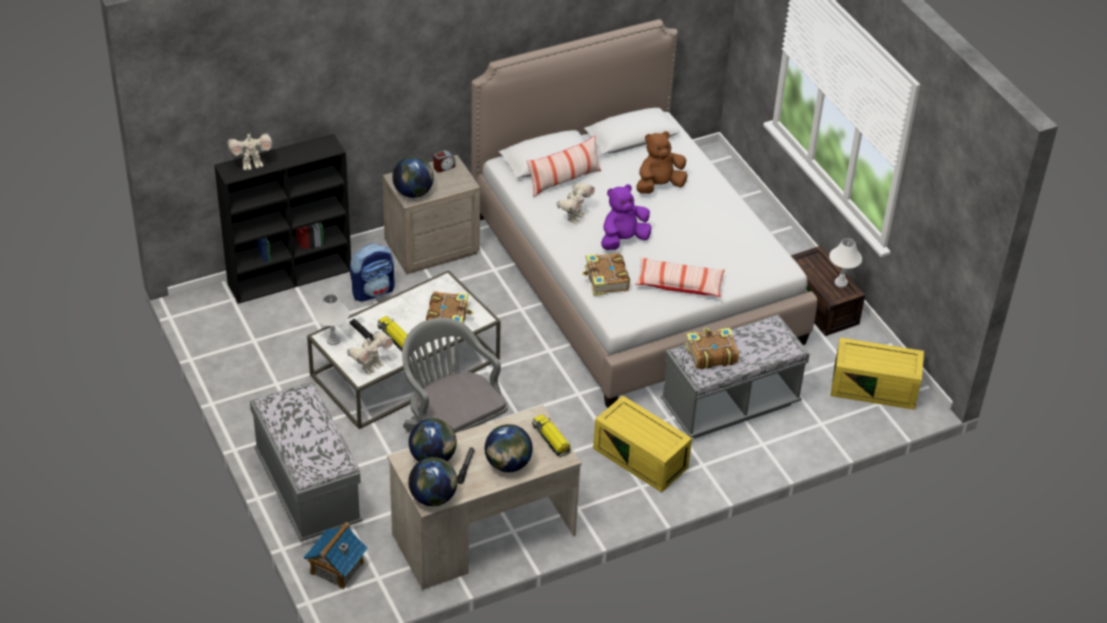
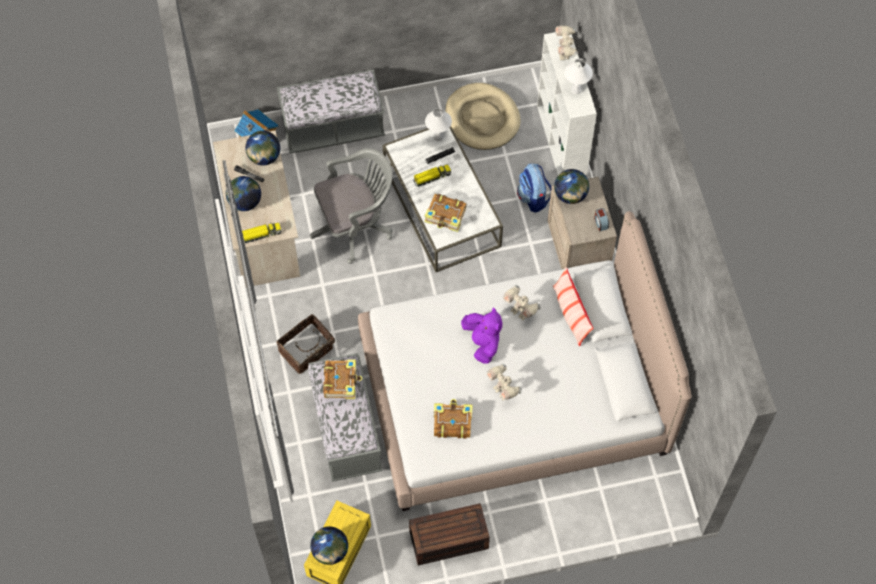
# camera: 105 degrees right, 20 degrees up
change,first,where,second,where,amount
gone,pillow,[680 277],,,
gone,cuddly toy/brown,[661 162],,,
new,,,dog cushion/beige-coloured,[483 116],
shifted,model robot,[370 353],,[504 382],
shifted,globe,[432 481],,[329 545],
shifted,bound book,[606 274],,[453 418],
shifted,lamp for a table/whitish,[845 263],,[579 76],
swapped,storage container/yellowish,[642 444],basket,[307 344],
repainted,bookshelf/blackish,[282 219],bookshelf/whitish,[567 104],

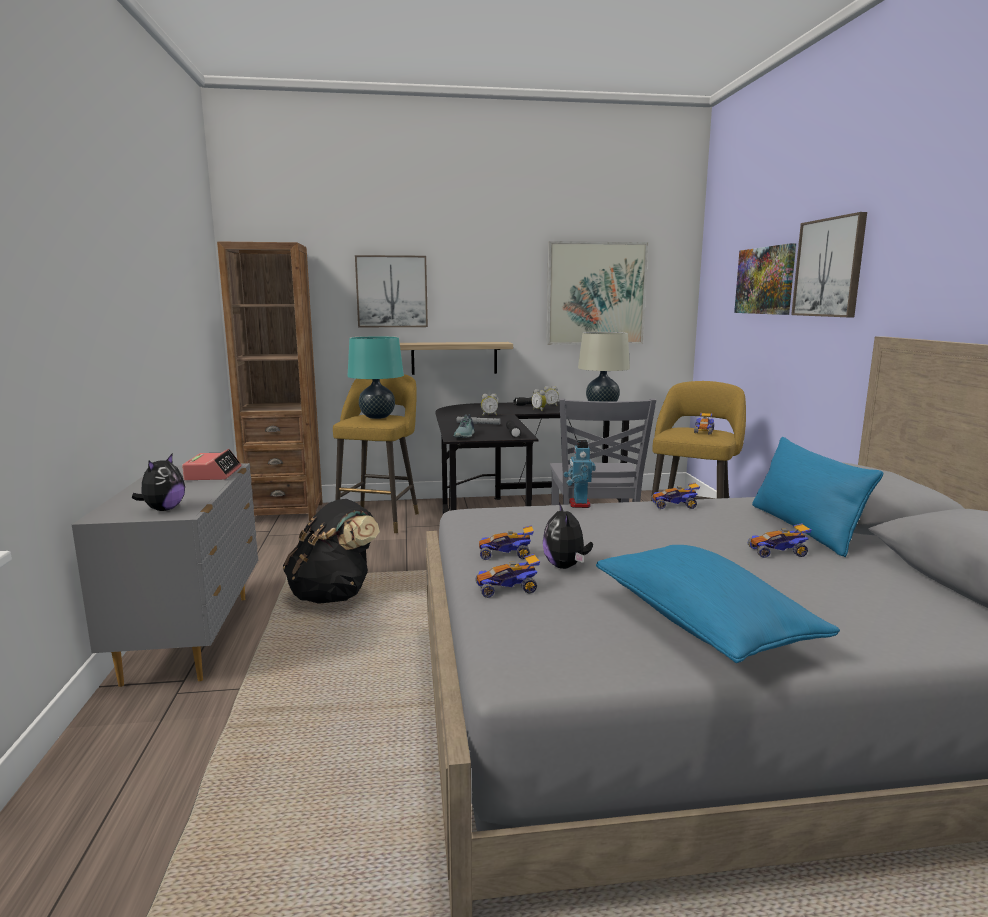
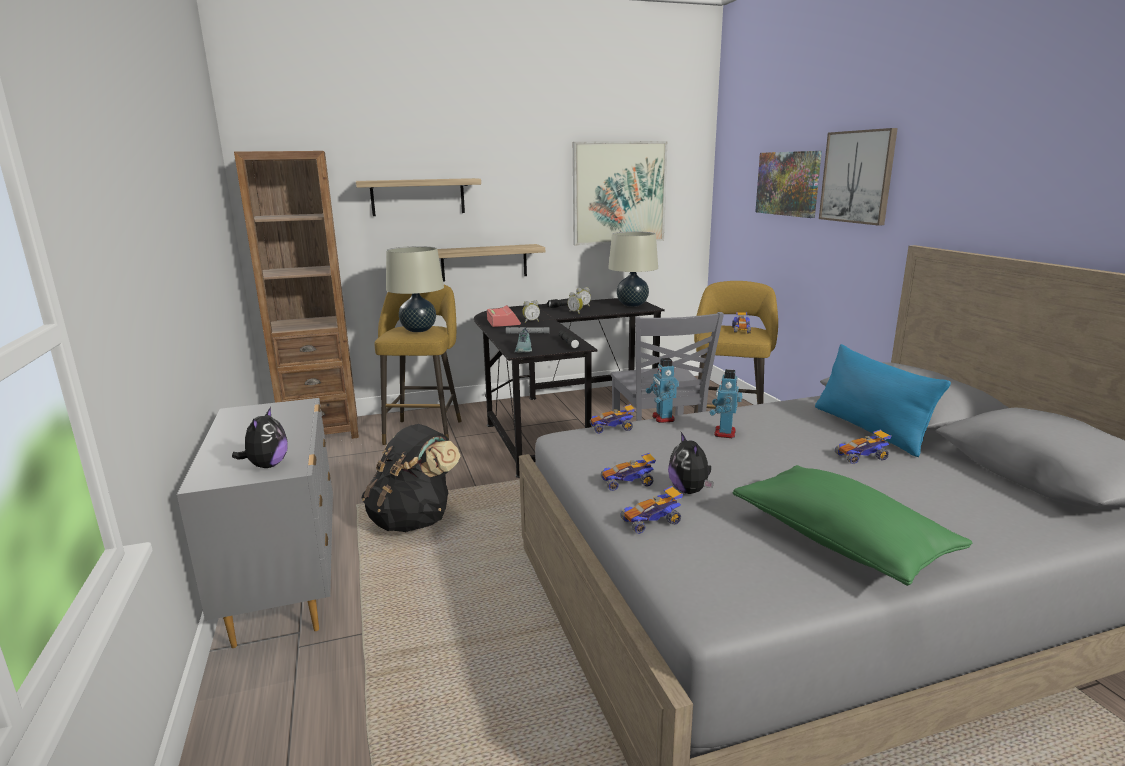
# camera: 10 degrees left, 5 degrees up
change,first,where,second,where,amount
new,,,model robot,[725 403],
shifted,table clock,[211 464],,[504 316],
shifted,miniature car,[675 496],,[612 419],
swapped,picture,[391 291],shelf,[418 197],
repainted,lamp for a table/turquoise,[375 377],lamp for a table/beige-coloured,[415 289],
repainted,pillow/blue-coloured,[718 604],pillow/greenish,[852 525],

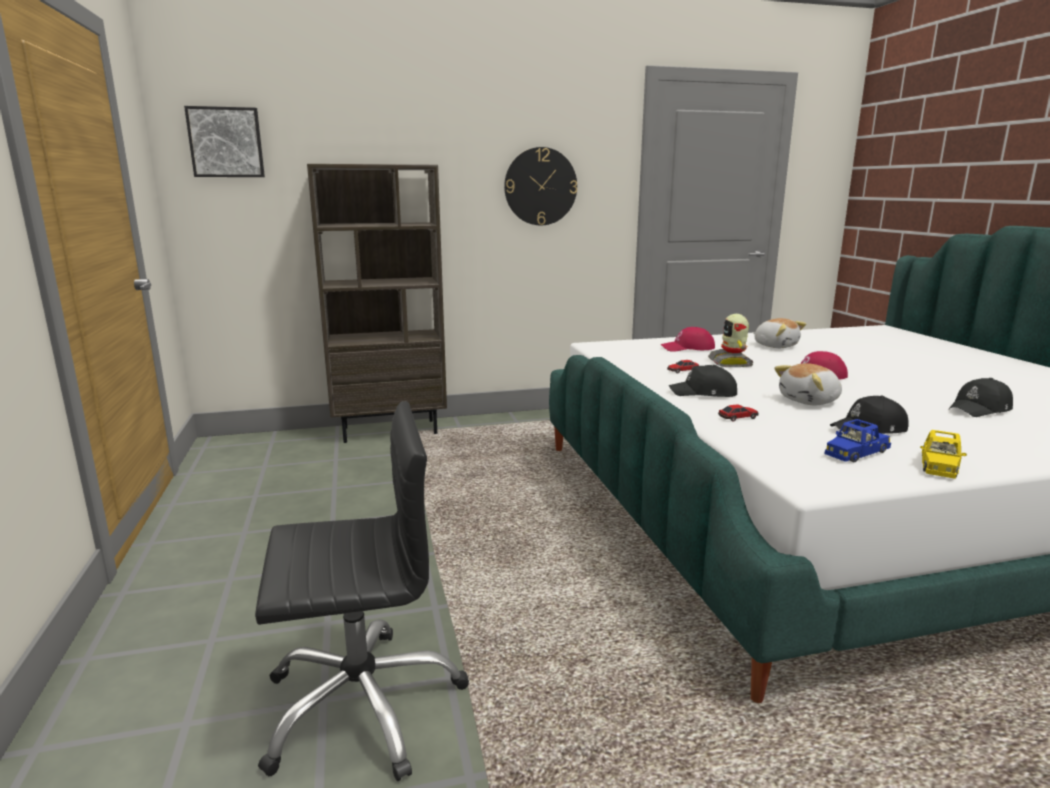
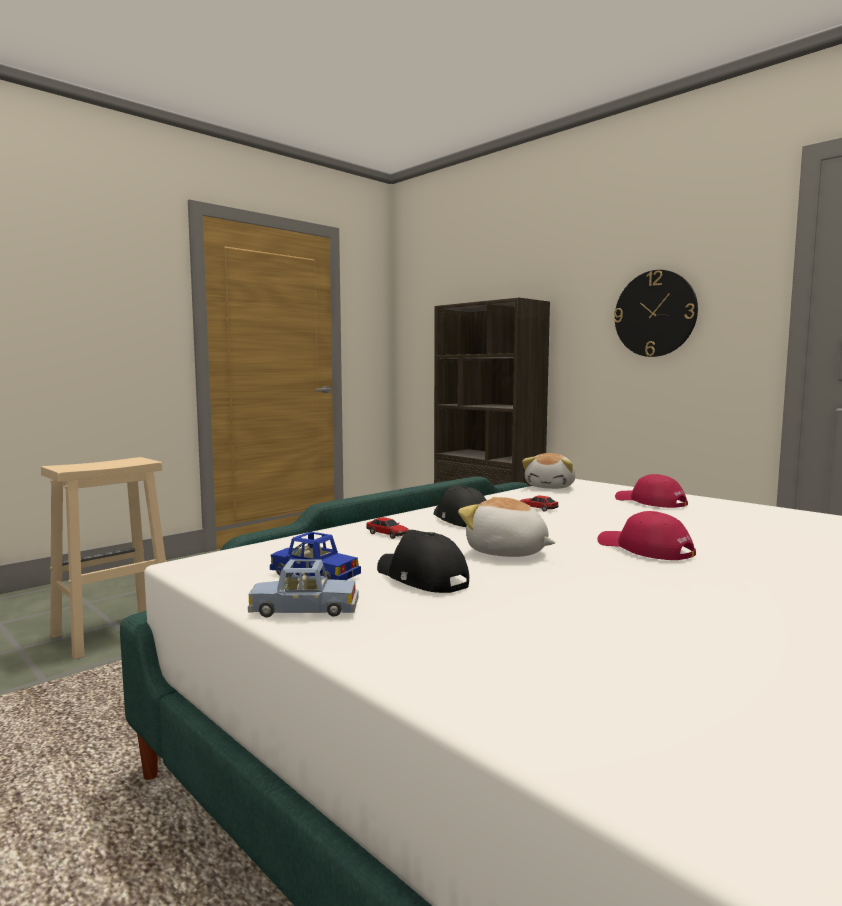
# camera: 60 degrees right, 10 degrees down
change,first,where,second,where,amount
gone,picture,[224 141],,,
gone,model robot,[730 340],,,
gone,cap/blackish,[980 397],,,
shifted,cuddly toy,[779 333],,[549 471],
swapped,office chair/blackish,[362 591],sitting stool/beige-coloured,[103 558],
repainted,miniature car/yellowish,[943 454],miniature car/blue-coloured,[303 588],

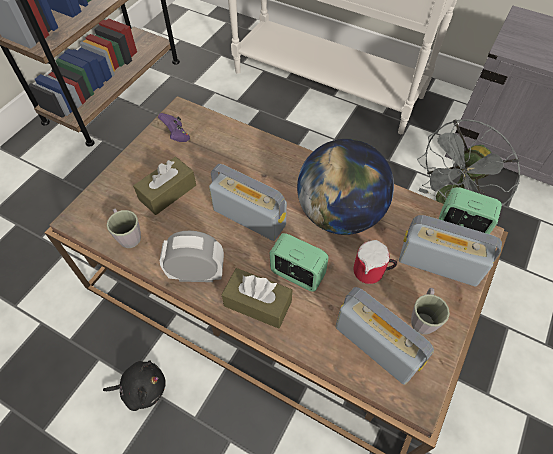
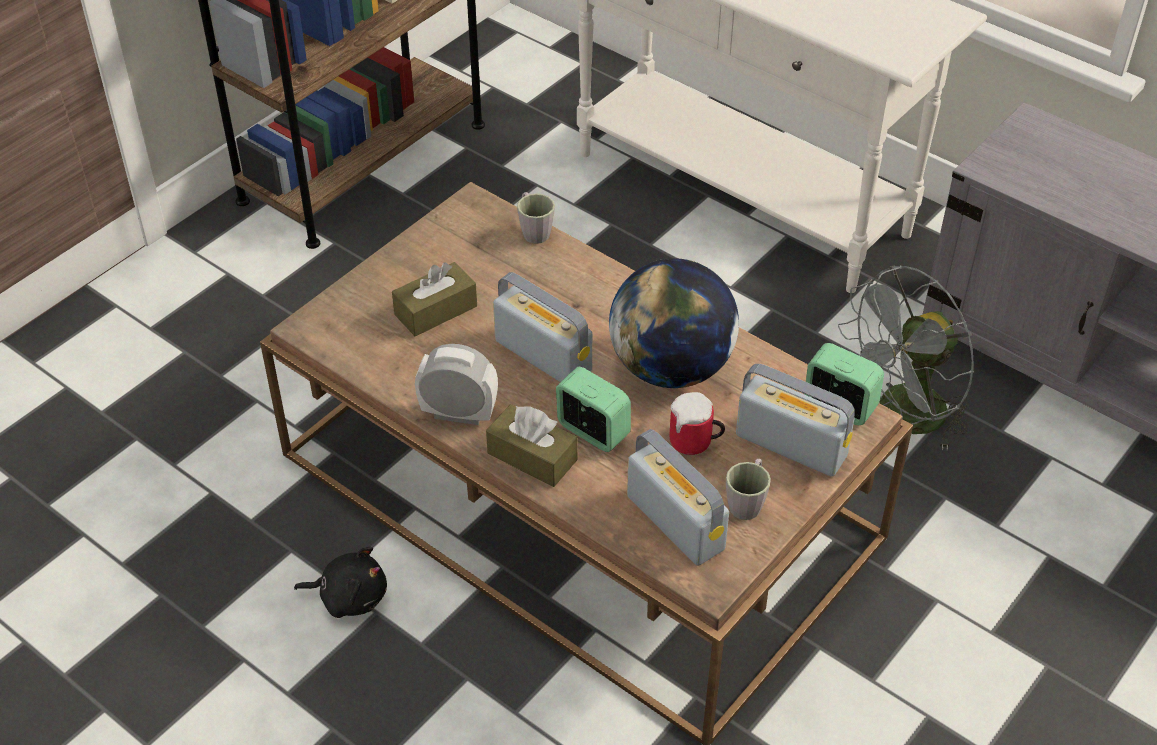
# camera: 10 degrees right, 10 degrees down
change,first,where,second,where,amount
gone,game controller/purplish,[174 127],,,
shifted,coffee mug/grey,[124 228],,[536 218],

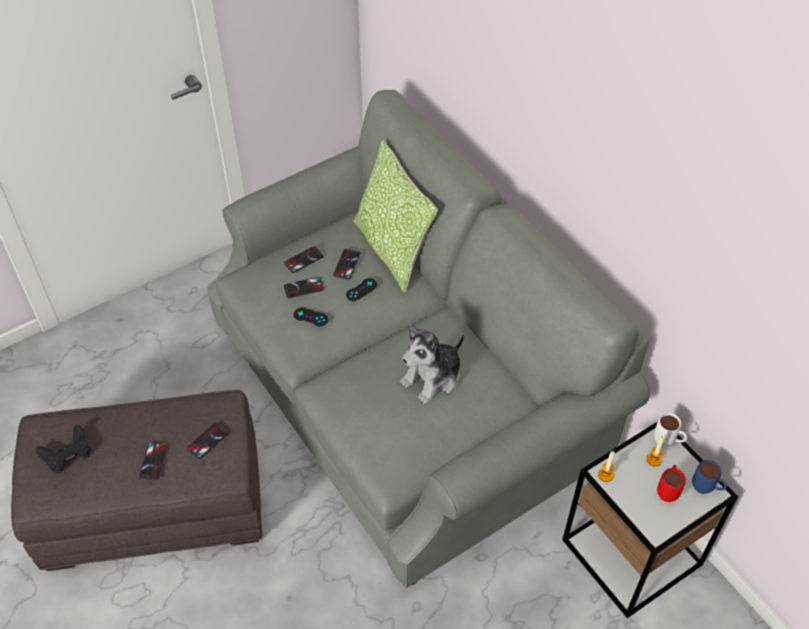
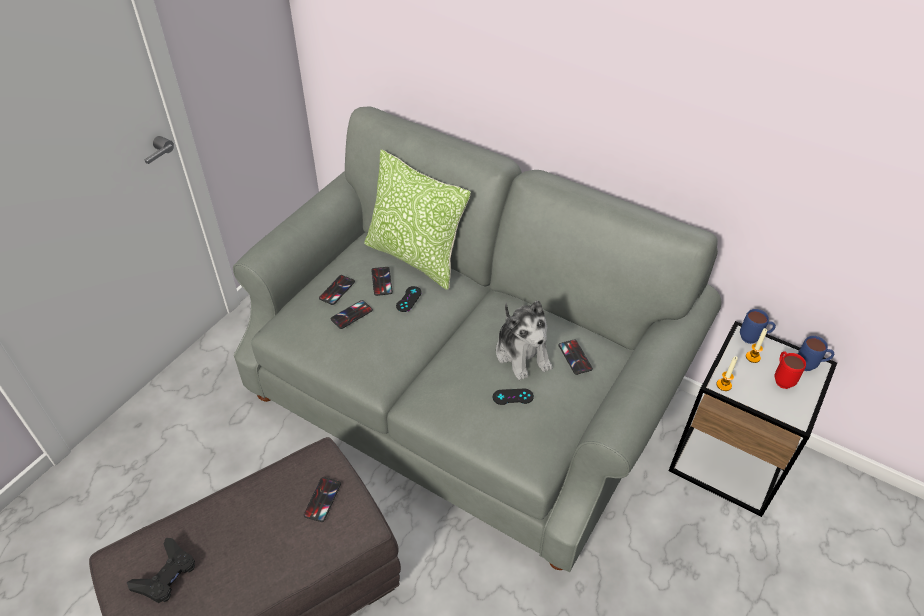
# camera: 25 degrees left, 5 degrees down
change,first,where,second,where,amount
shifted,telephone,[153 461],,[576 357],
shifted,game controller/blackish,[310 317],,[513 397],
repainted,coffee mug/whitish,[670 430],coffee mug/blue-coloured,[758 326],
rotated,cuddly toy,[432 364],,[524 340],45 degrees counterclockwise

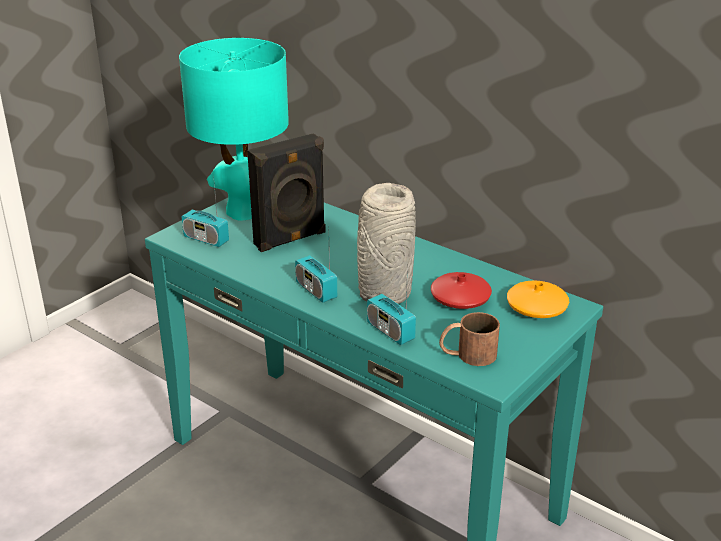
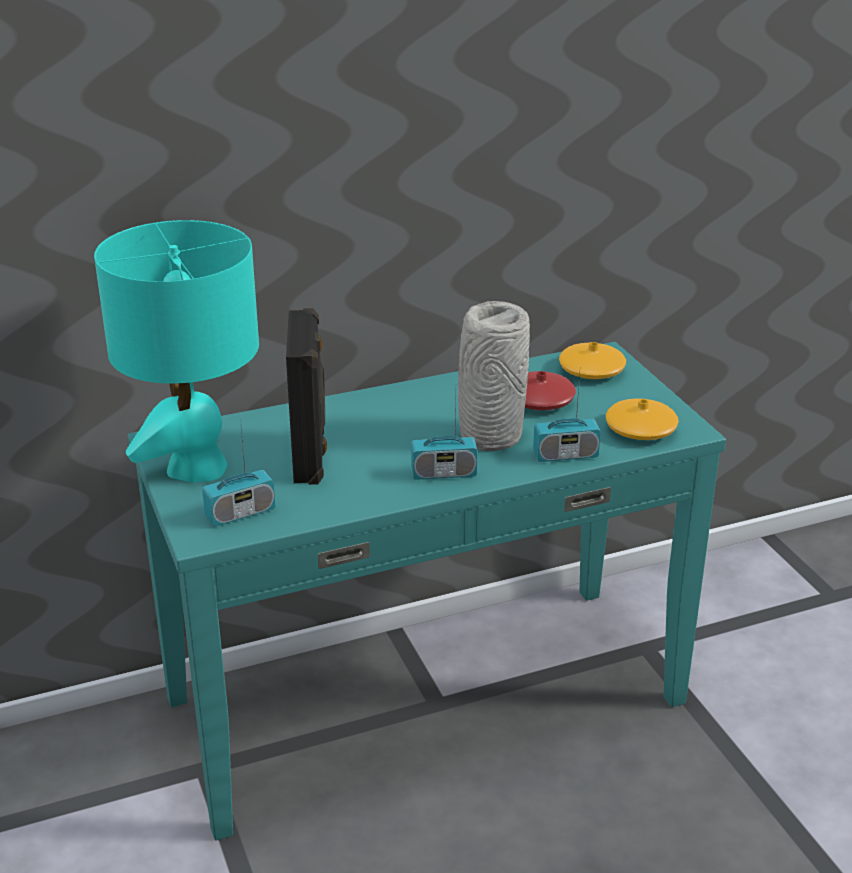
# camera: 60 degrees left, 0 degrees up
change,first,where,second,where,amount
swapped,coffee mug/brown,[469 339],vase/orange-coloured,[642 419],

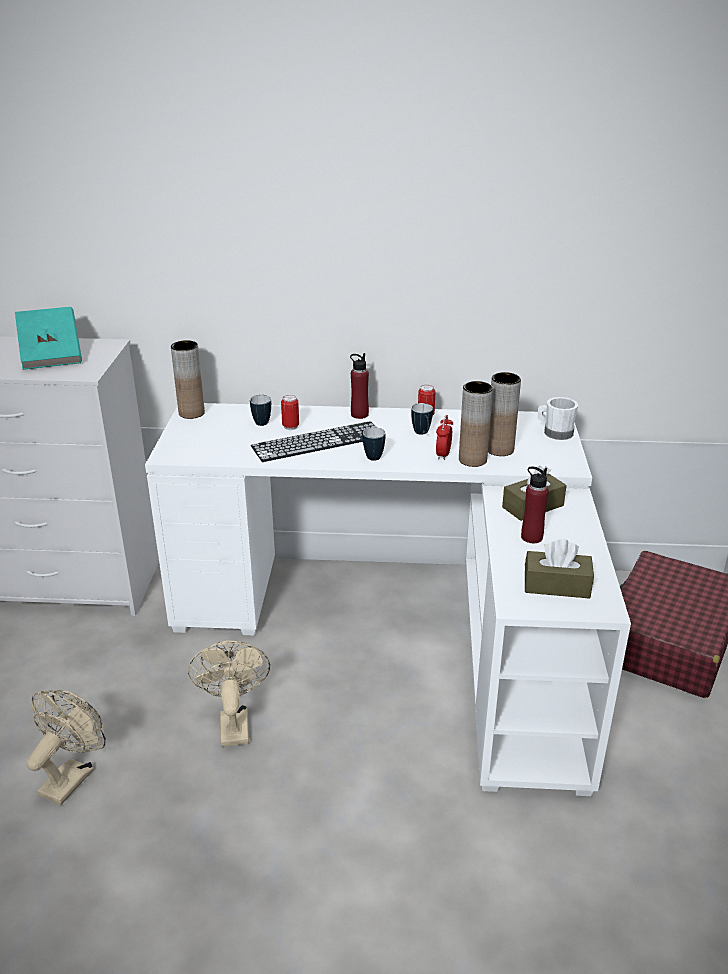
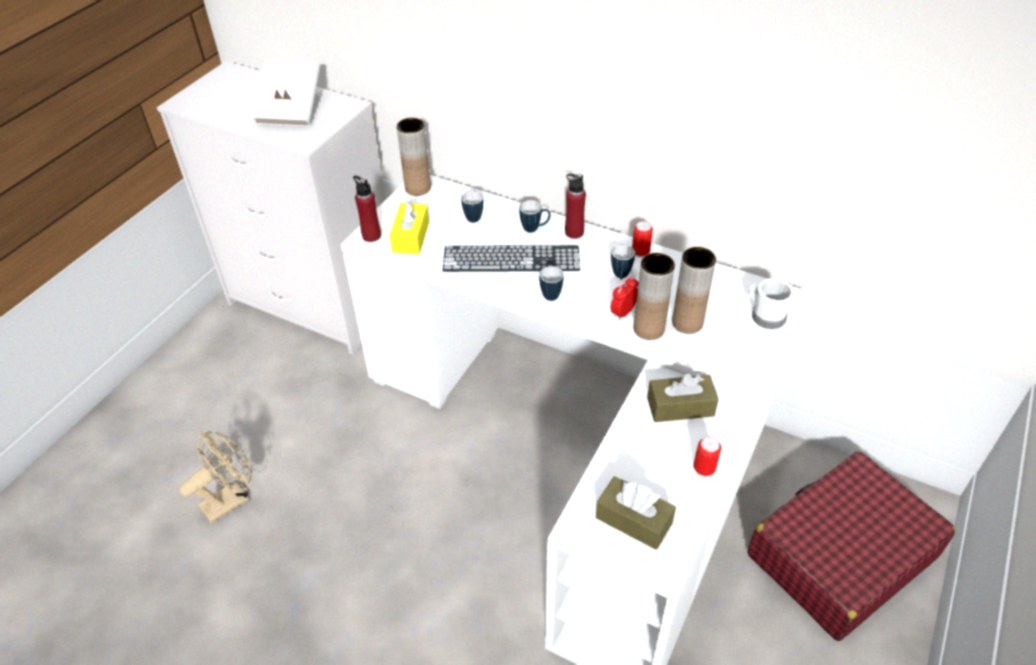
# camera: 25 degrees right, 15 degrees up
change,first,where,second,where,amount
gone,fan/beige-coloured,[229 693],,,
new,,,tissue box/yellowish,[409 226],
new,,,coffee mug,[535 216],
shifted,can,[290 412],,[707 456],
shifted,bottle/red-coloured,[535 504],,[367 209],
repainted,bound book/turquoise,[48 338],bound book/whitish,[286 93],

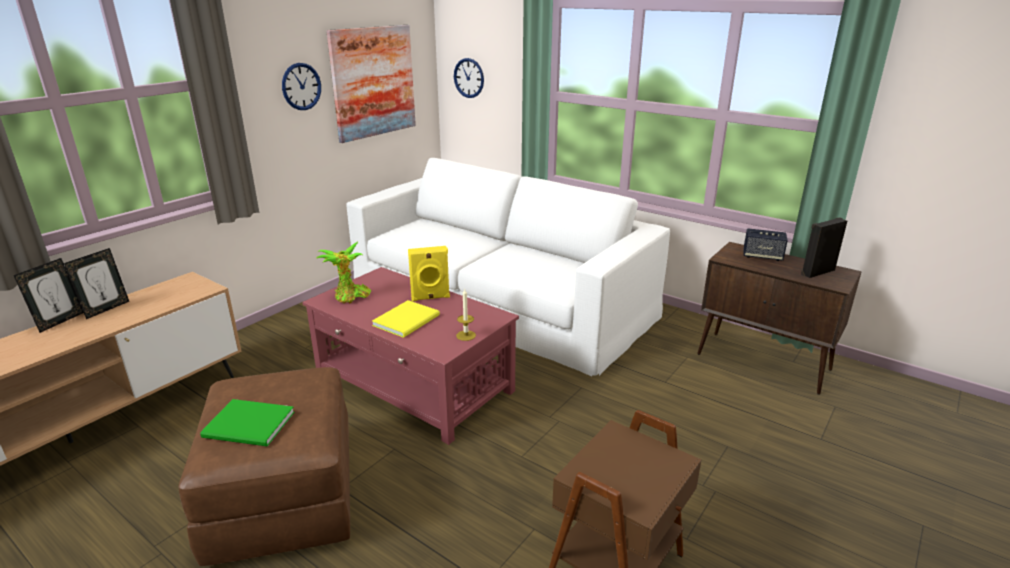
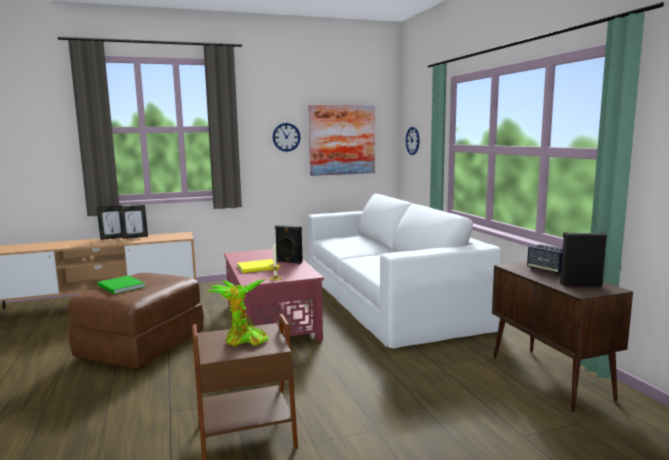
# camera: 35 degrees right, 15 degrees down
change,first,where,second,where,amount
shifted,plant in a pot,[344 273],,[238 313],
repainted,loudspeaker/yellowish,[429 273],loudspeaker/blackish,[289 244],

